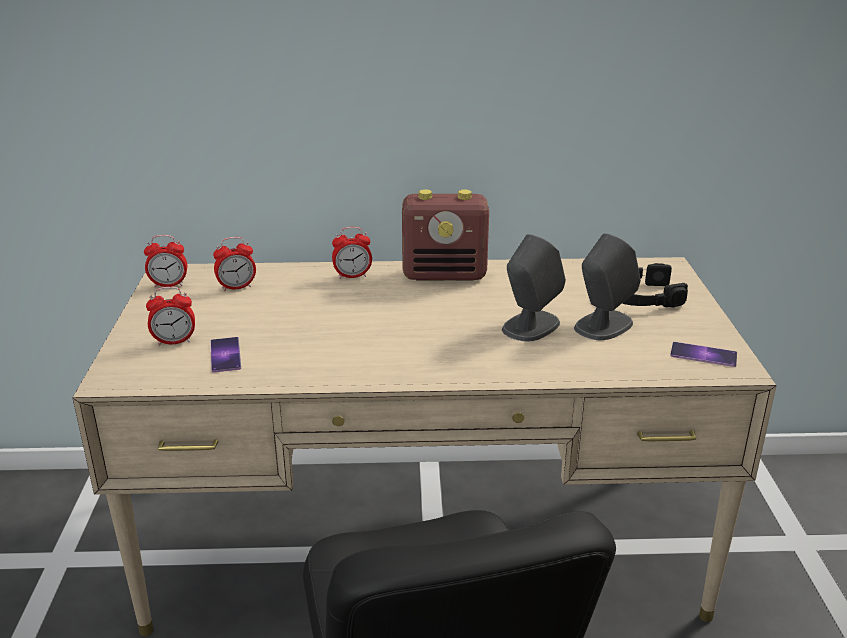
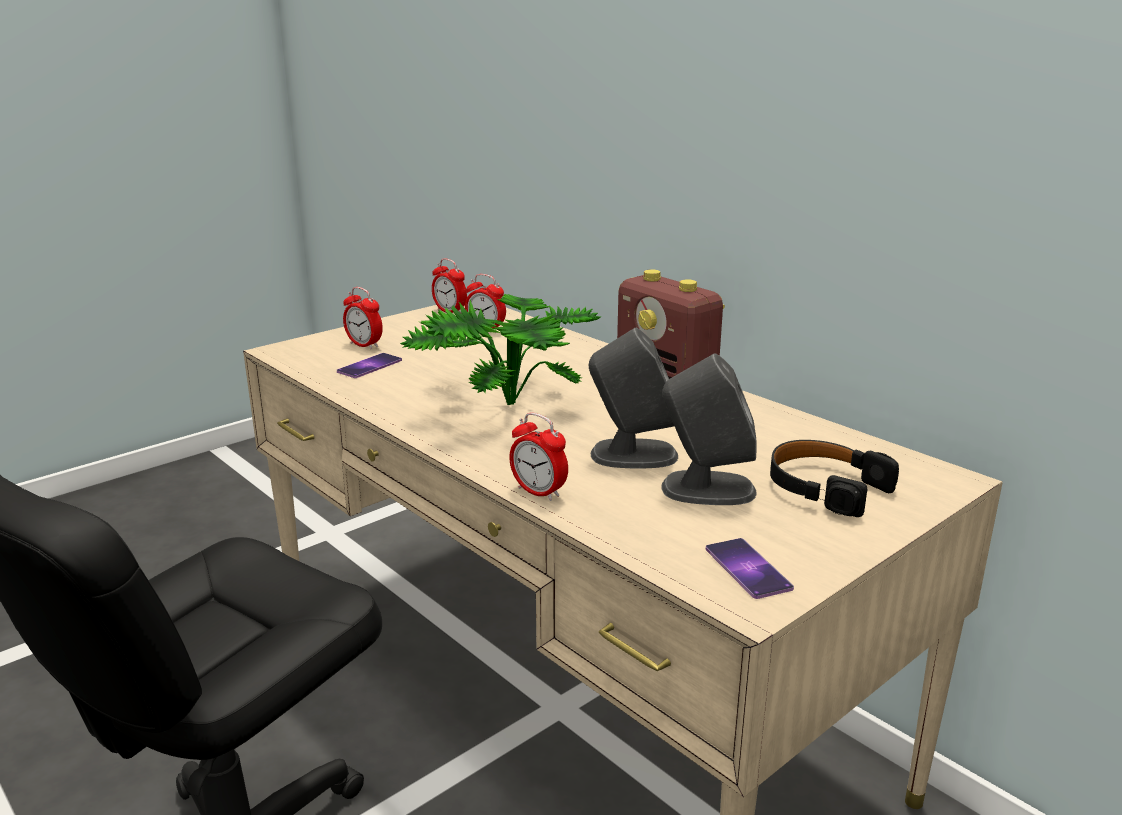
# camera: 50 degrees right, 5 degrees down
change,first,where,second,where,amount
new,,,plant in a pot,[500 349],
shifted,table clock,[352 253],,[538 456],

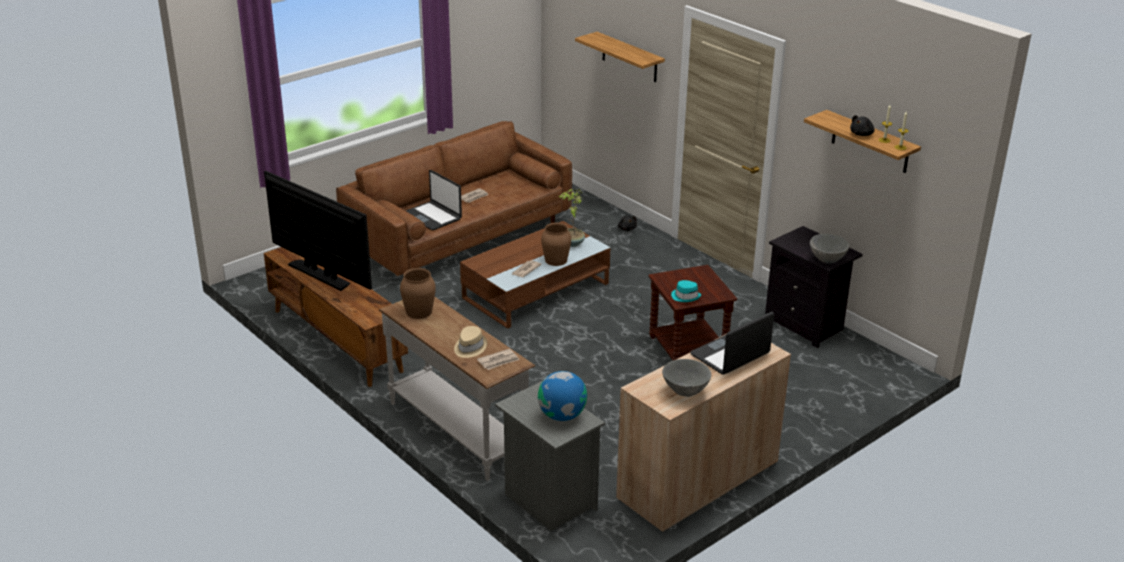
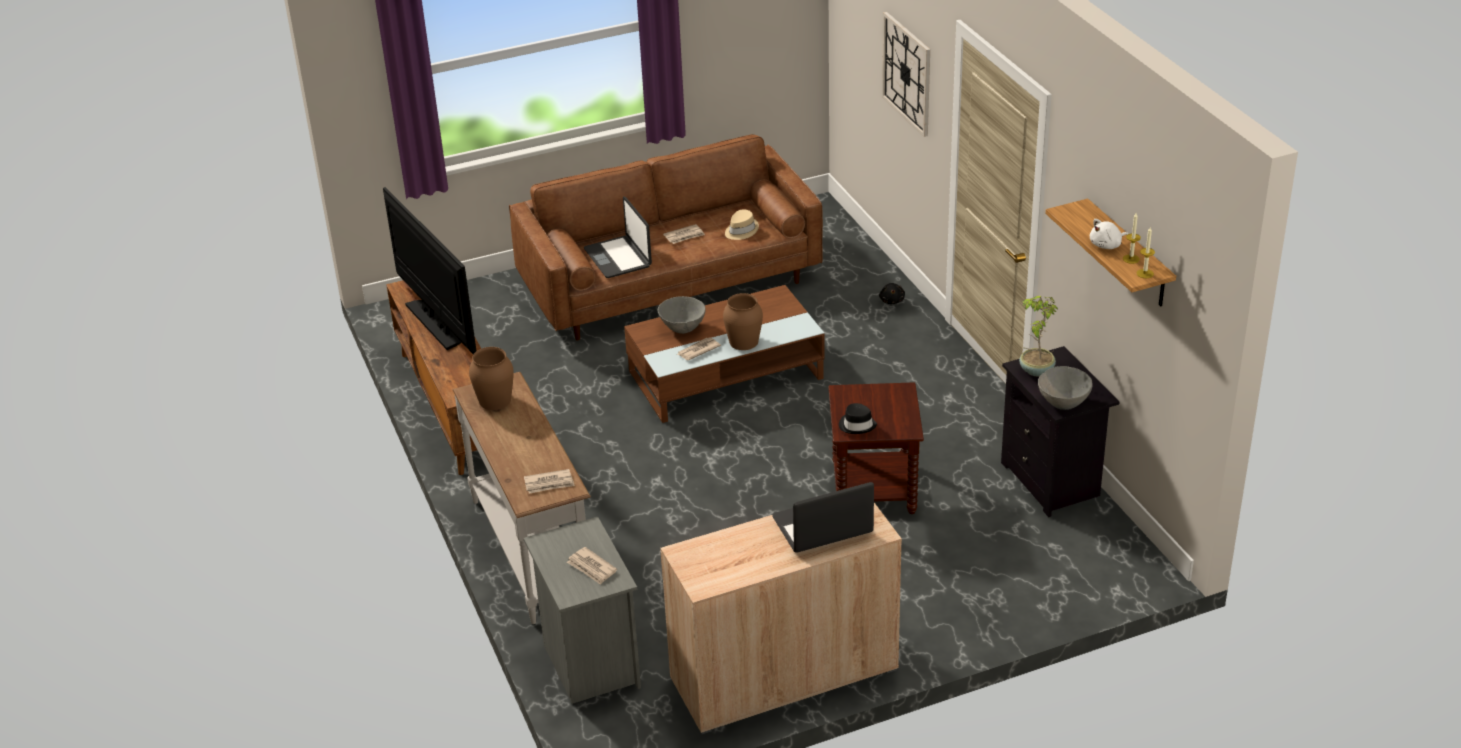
# camera: 20 degrees right, 5 degrees up
change,first,where,second,where,amount
shifted,clothing hat/beige-coloured,[470 342],,[742 224],
shifted,plant in a pot,[572 218],,[1039 336],
shifted,deep dish/grey,[687 378],,[682 315],
swapped,globe,[562 396],newspaper,[592 566],
swapped,shelf,[620 57],wall clock,[906 74],
repainted,clothing hat/turquoise,[686 291],clothing hat/blackish,[858 418],
repainted,cuddly toy/blackish,[862 125],cuddly toy/whitish,[1109 234],

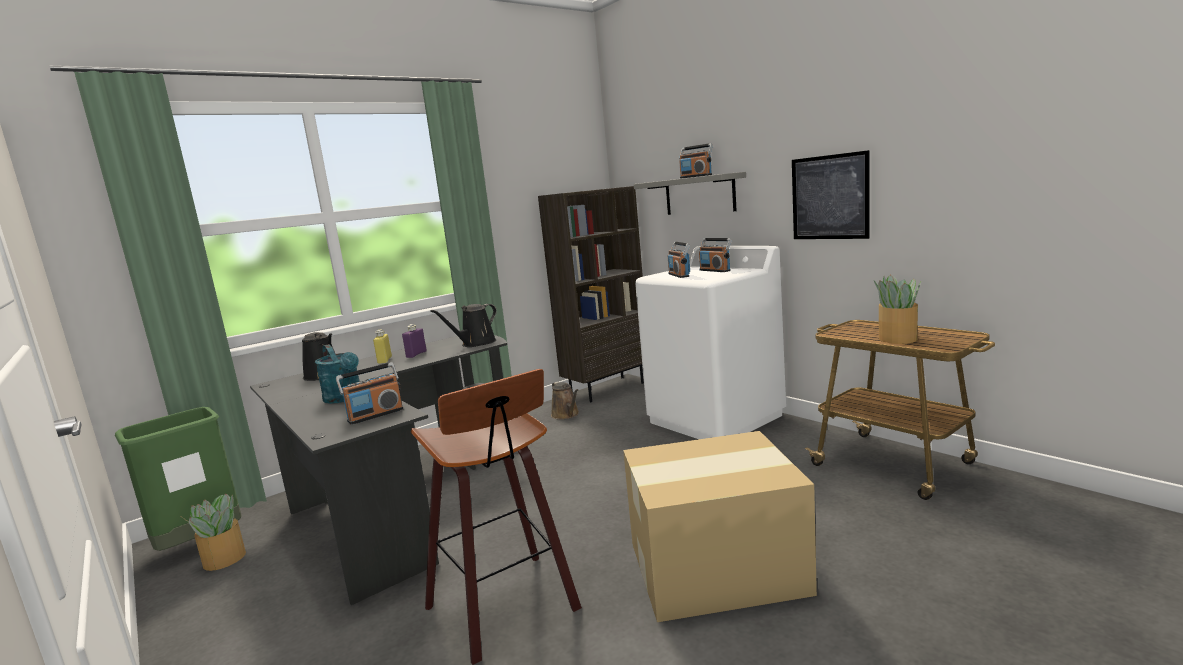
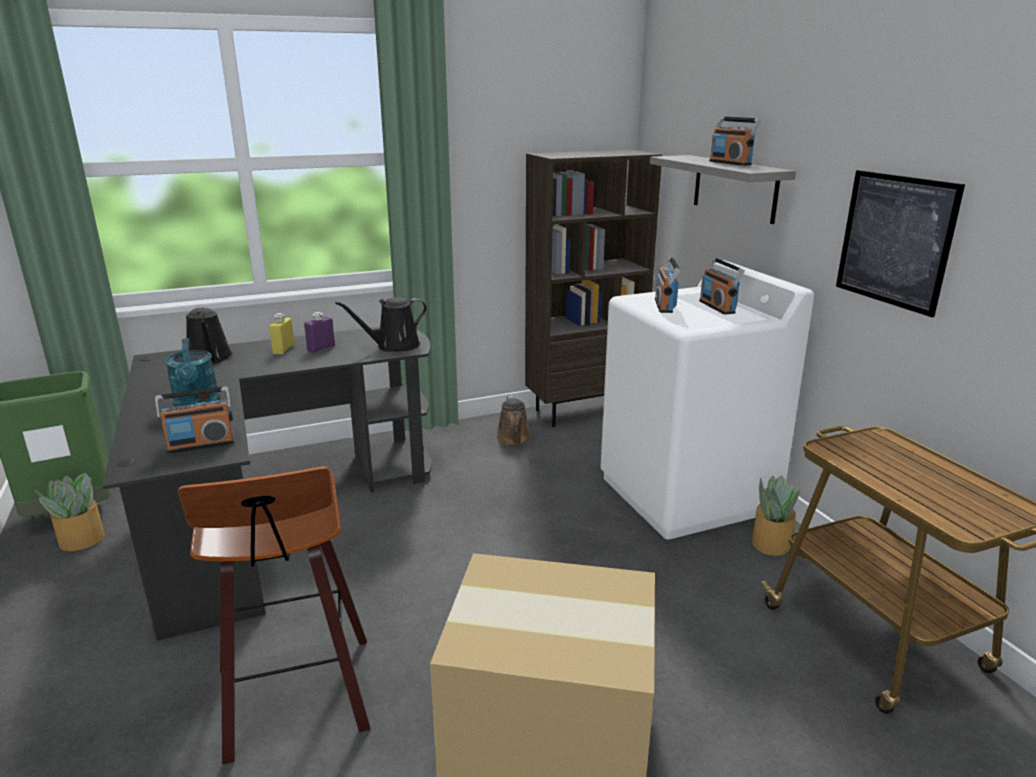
# camera: 15 degrees right, 10 degrees up
change,first,where,second,where,amount
shifted,plant in a pot,[897 309],,[776 516],

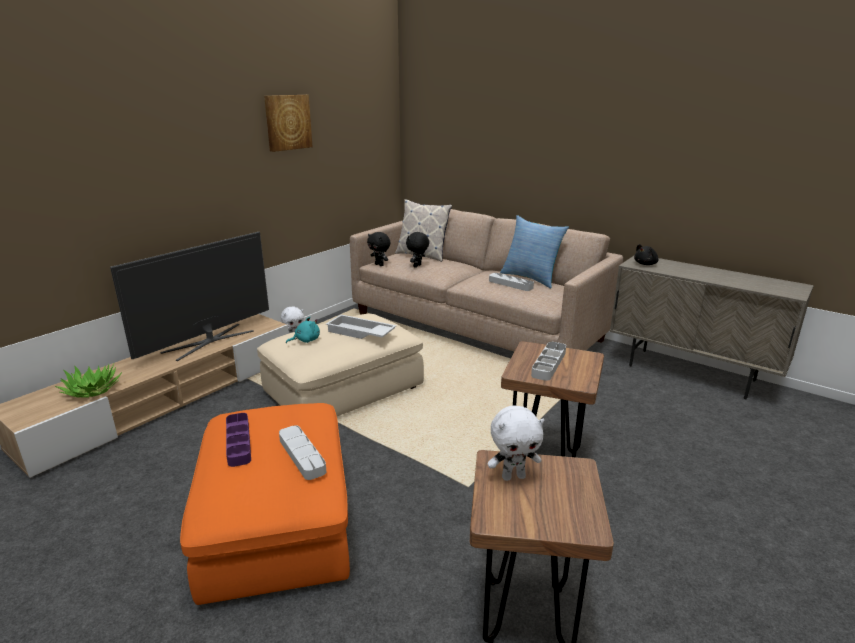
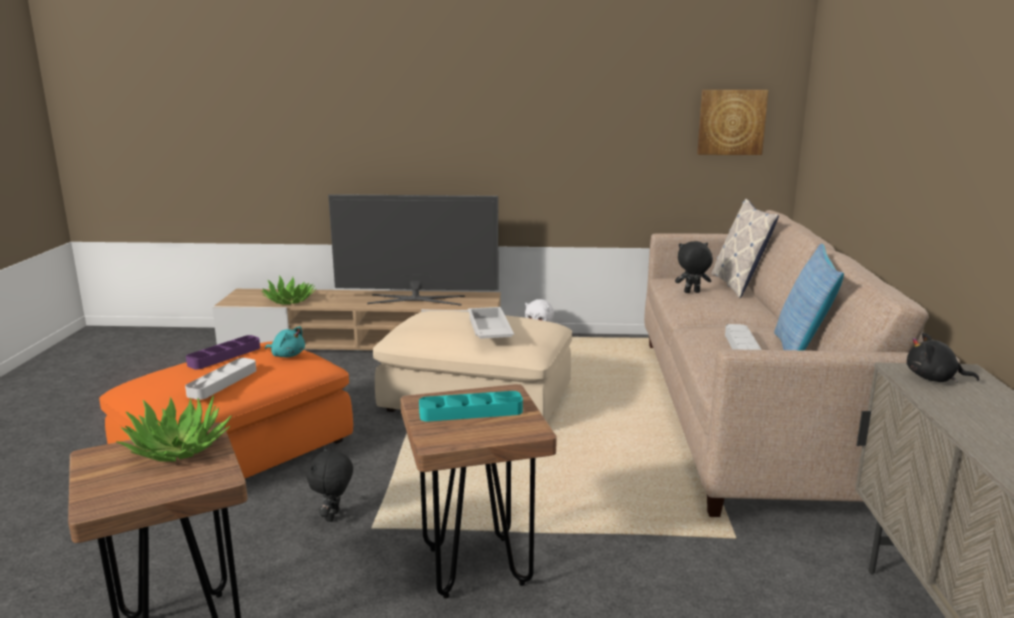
# camera: 55 degrees right, 5 degrees down
change,first,where,second,where,amount
shifted,picture,[288 123],,[733 122],
shifted,cuddly toy/turquoise,[303 330],,[285 341],
shifted,cuddly toy/blackish,[378 249],,[329 484],
swapped,cuddly toy/whitish,[516 443],plant in a pot,[174 428],
repainted,serving tray/grey,[548 361],serving tray/turquoise,[471 406],

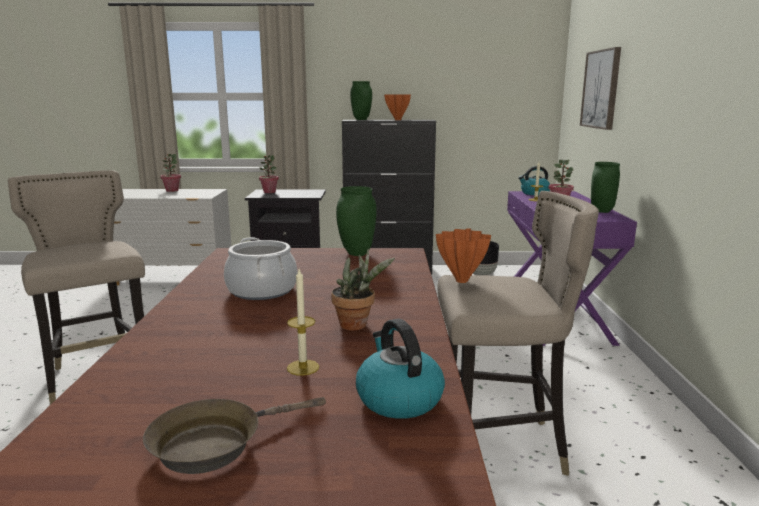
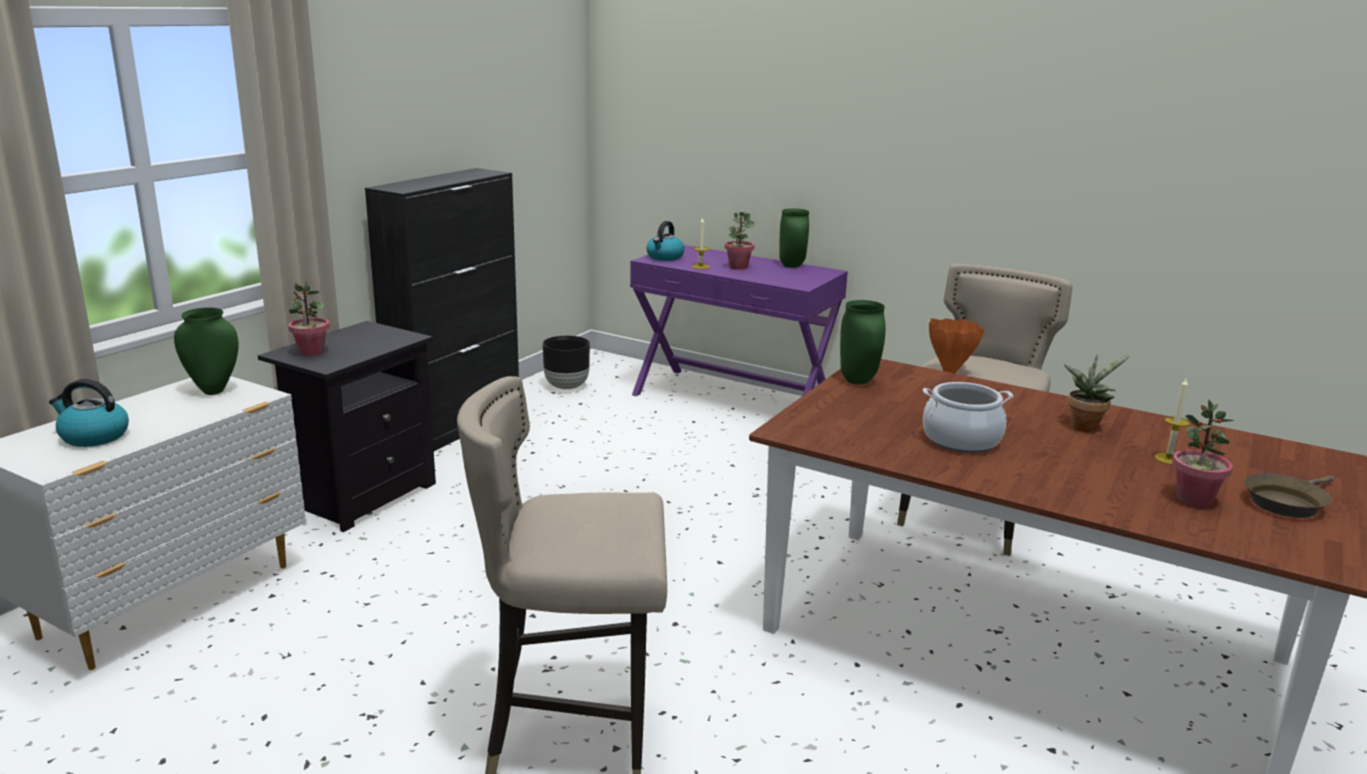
# camera: 60 degrees left, 5 degrees up
change,first,where,second,where,amount
gone,vase/orange-coloured,[397 107],,,
gone,picture,[600 88],,,
shifted,plant in a pot,[170 173],,[1203 453],
shifted,vase/greenish,[361 100],,[206 351],
shifted,kettle,[400 369],,[89 413],
rotated,frying pan/brown,[234 435],,[1289 495],60 degrees clockwise

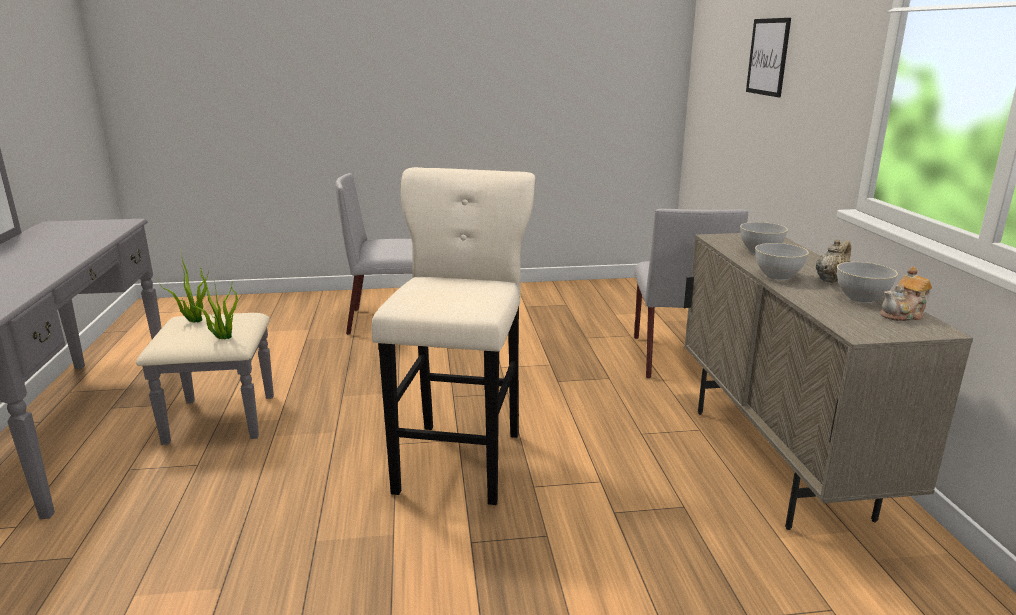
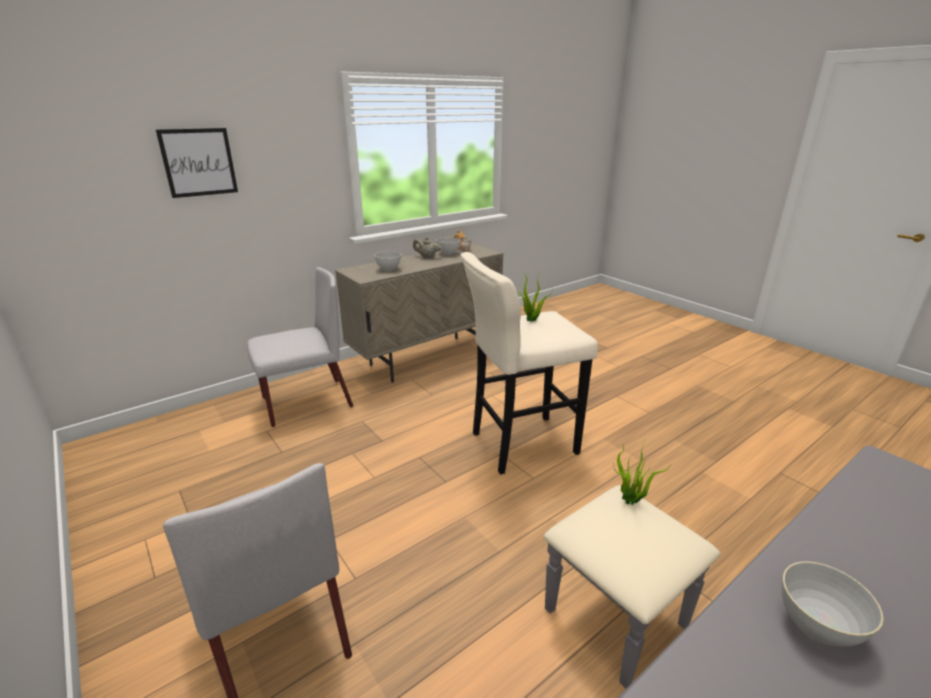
# camera: 120 degrees left, 5 degrees up
change,first,where,second,where,amount
shifted,plant in a pot,[183 288],,[533 297],
shifted,deep dish/grey,[782 261],,[832 604],

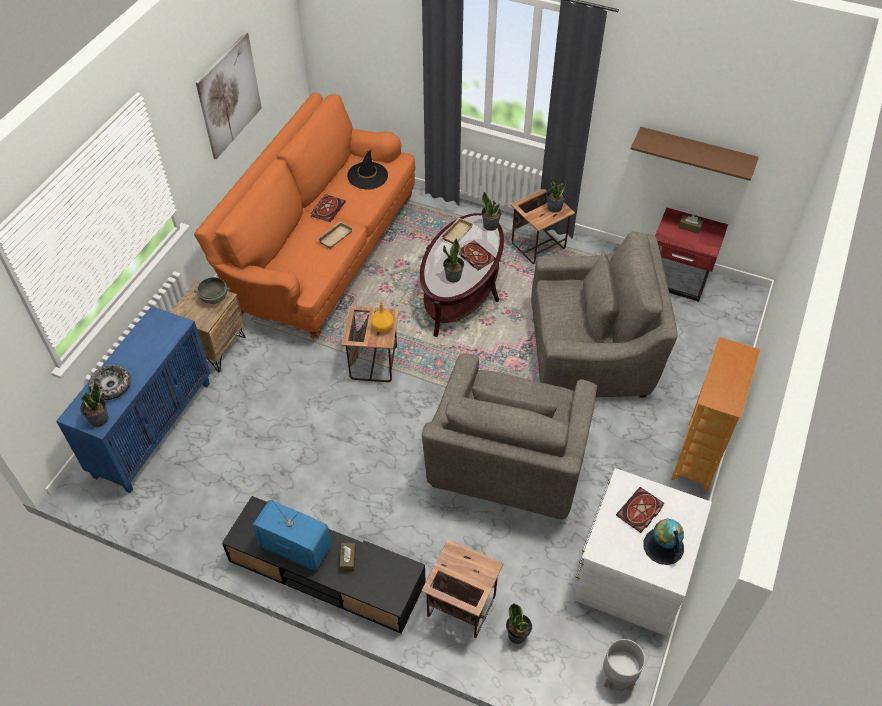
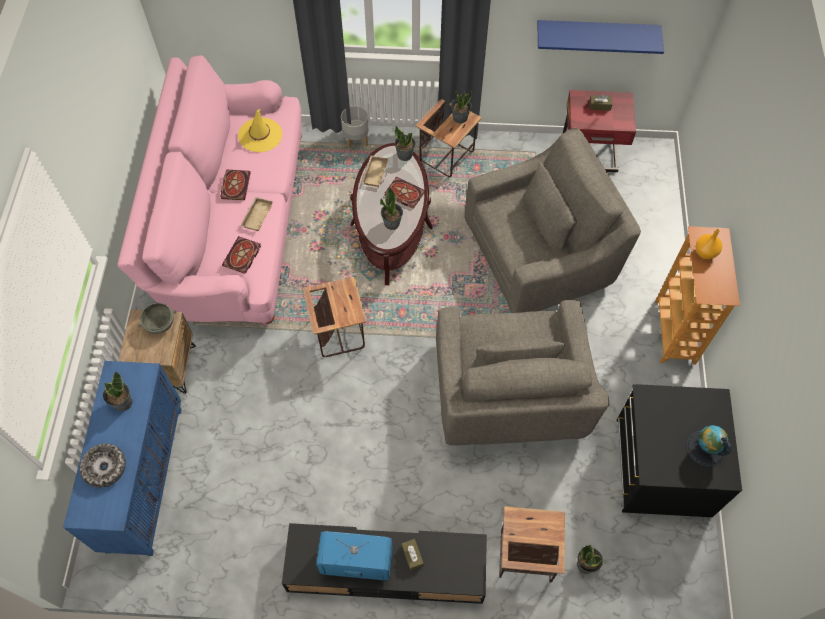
# camera: 20 degrees left, 10 degrees up
change,first,where,second,where,amount
gone,picture,[229 95],,,
shifted,plant in a pot,[94 405],,[118 392],
shifted,vase/orange-coloured,[382 318],,[709 244],
shifted,planter/grey,[624 665],,[355 127],
shifted,bound book,[640 510],,[241 255],
repainted,sofa/orange-coloured,[304 215],sofa/pink-coloured,[209 191],
repainted,clothing hat/blackish,[367 169],clothing hat/yellowish,[260 130],
repainted,drawer chest/whitish,[643 552],drawer chest/blackish,[679 450],
repainted,shelf/brown,[695 154],shelf/blue-coloured,[600 37],

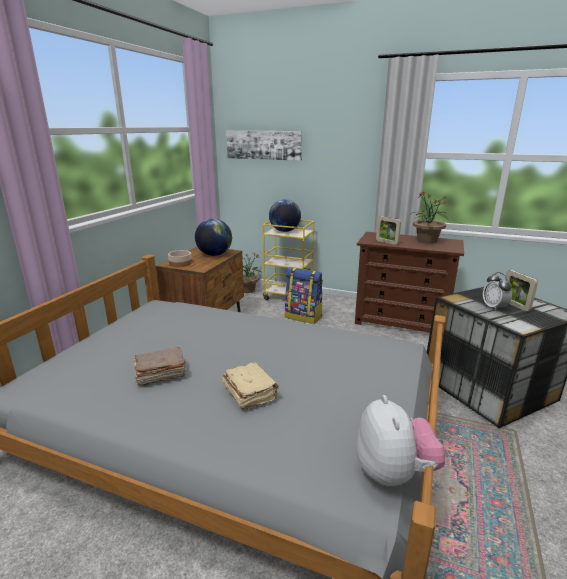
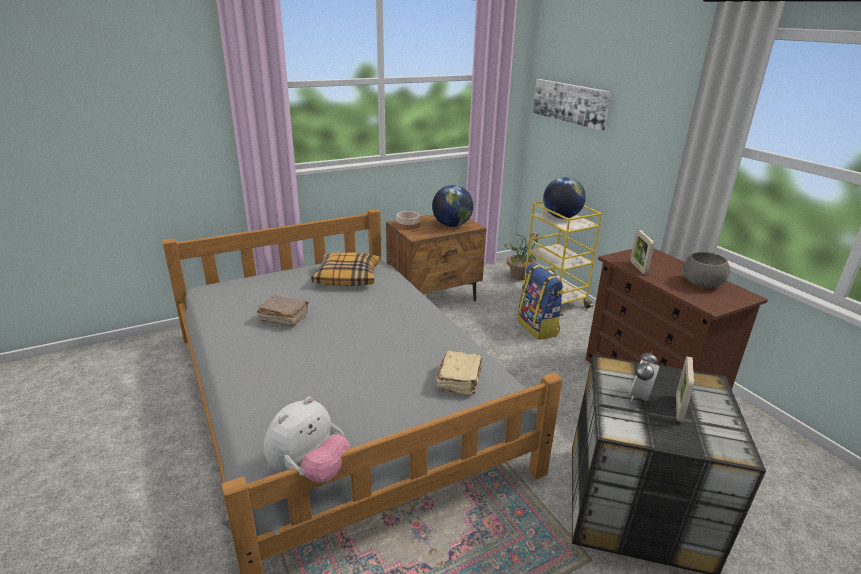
# camera: 40 degrees right, 5 degrees up
change,first,where,second,where,amount
new,,,pillow,[345 269],
shifted,bound book/beige-coloured,[250 386],,[459 372],
swapped,plant in a pot,[430 217],deep dish/grey,[706 269],

